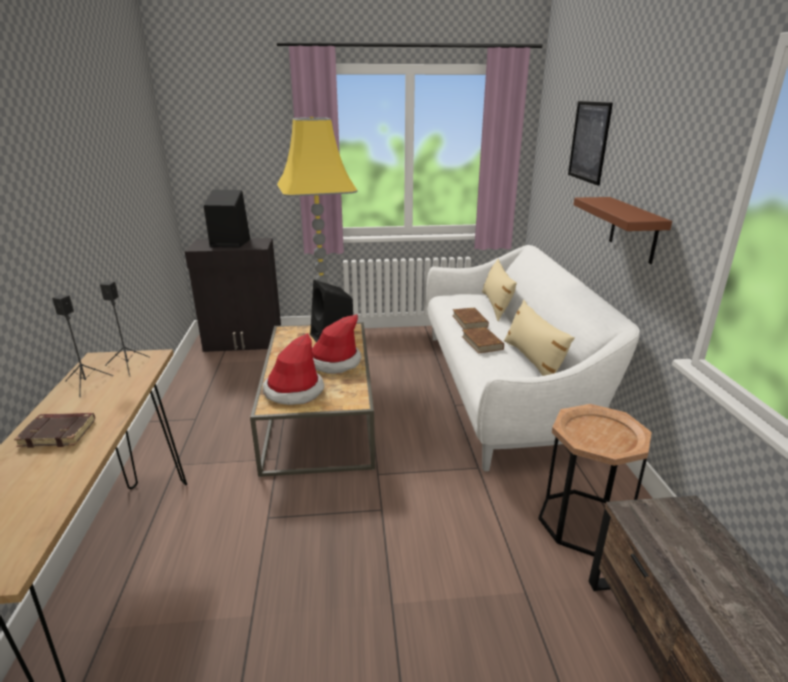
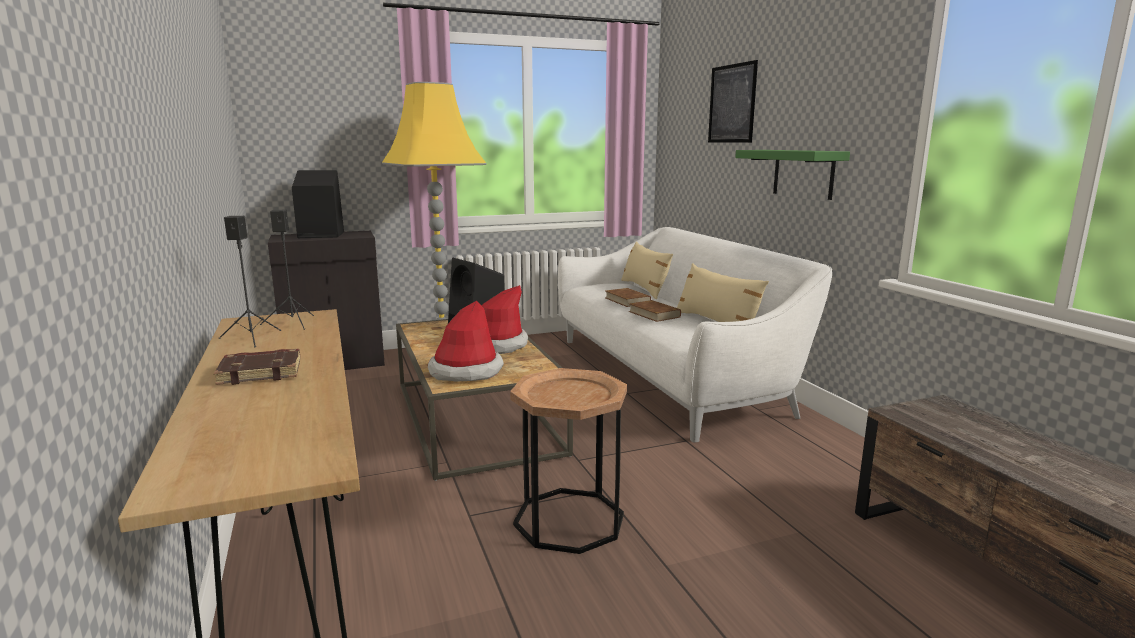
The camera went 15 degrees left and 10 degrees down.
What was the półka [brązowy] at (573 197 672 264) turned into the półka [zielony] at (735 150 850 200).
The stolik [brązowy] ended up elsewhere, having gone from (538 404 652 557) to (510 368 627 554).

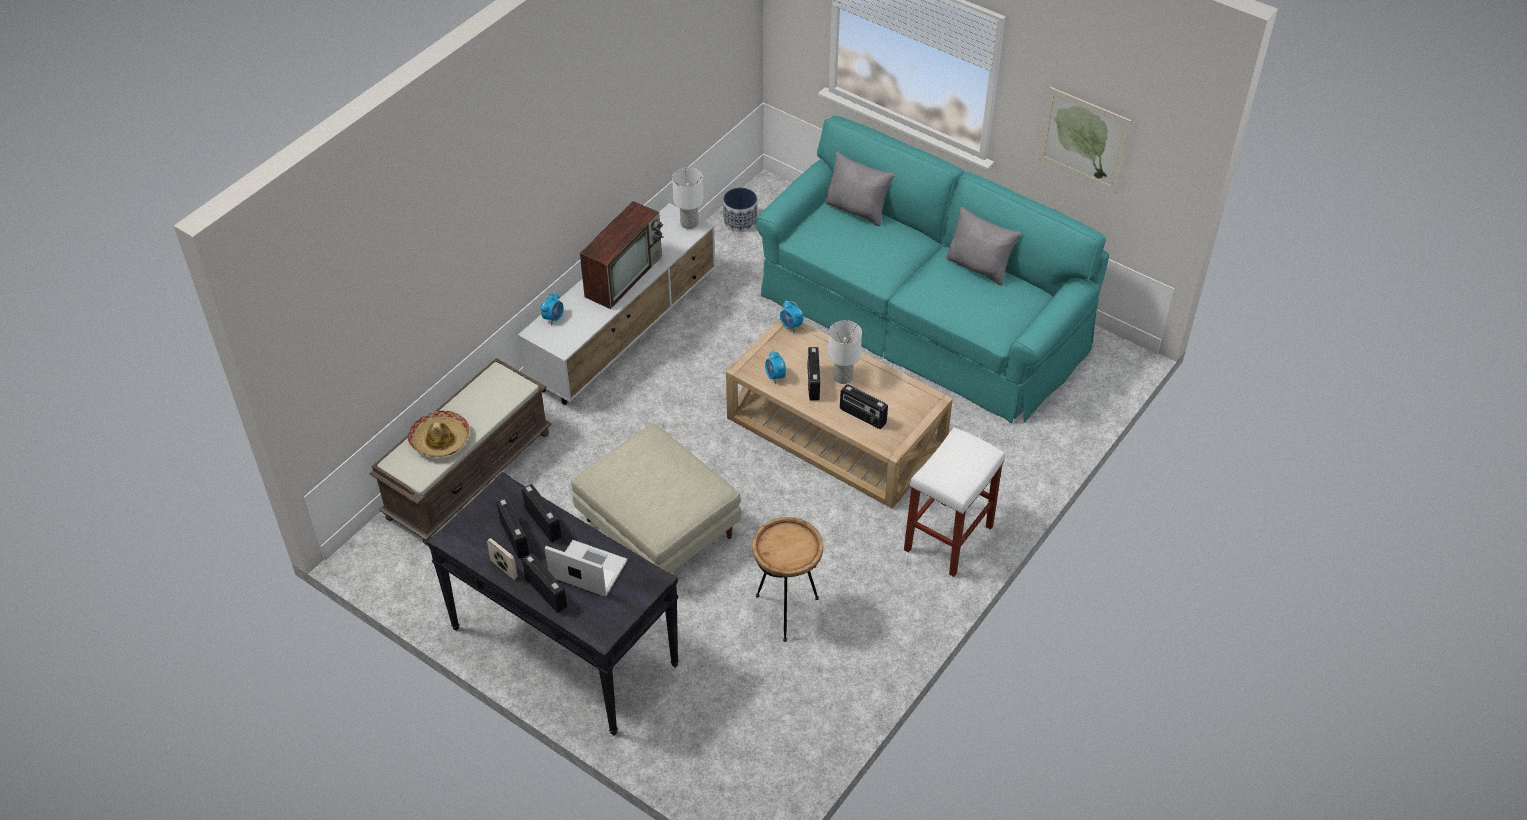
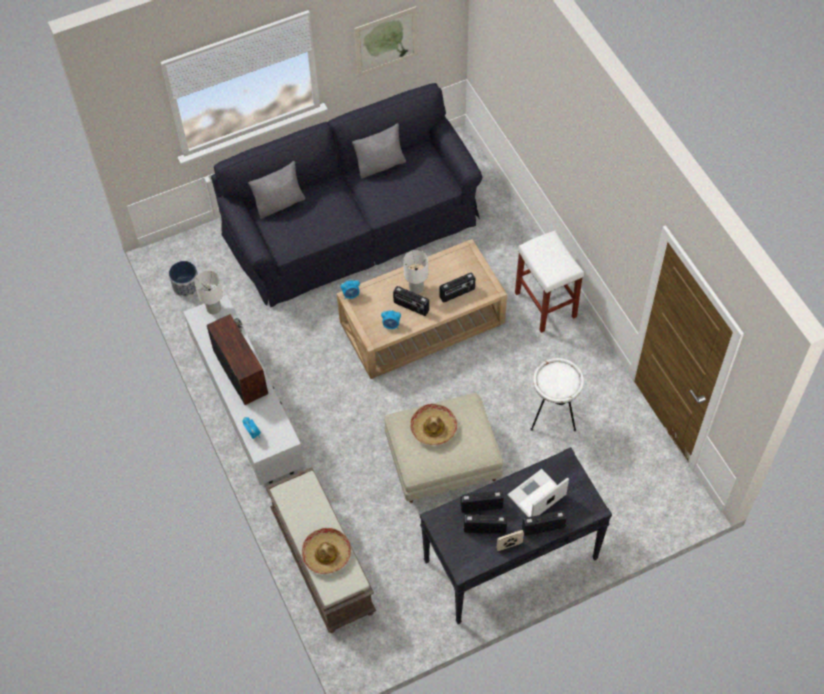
The camera went 60 degrees left and 10 degrees up.
What was the kanapa [turkusowy] at (756 115 1109 423) turned into the kanapa [czarny] at (211 83 482 307).
What was the stolik [brązowy] at (752 517 823 642) turned into the stolik [biały] at (531 358 584 431).
The second view gained the kapelusz at (410 404 457 445).

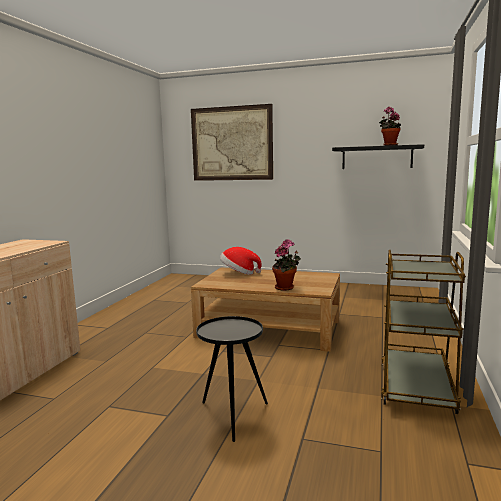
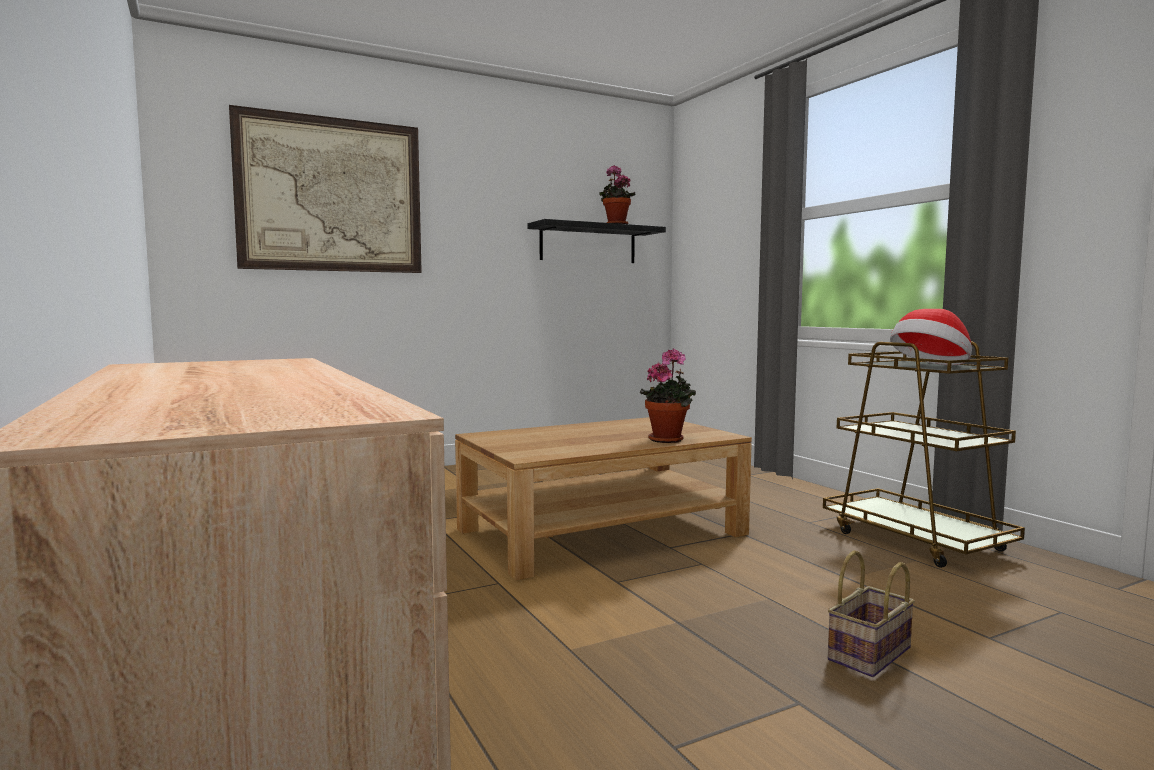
The camera went 45 degrees left and 5 degrees down.
The kapelusz ended up elsewhere, having gone from (220 247 262 275) to (890 309 972 365).
Where the stolik [czarny] stood at (196 316 268 442), the koszyk came to stand at (828 550 915 677).

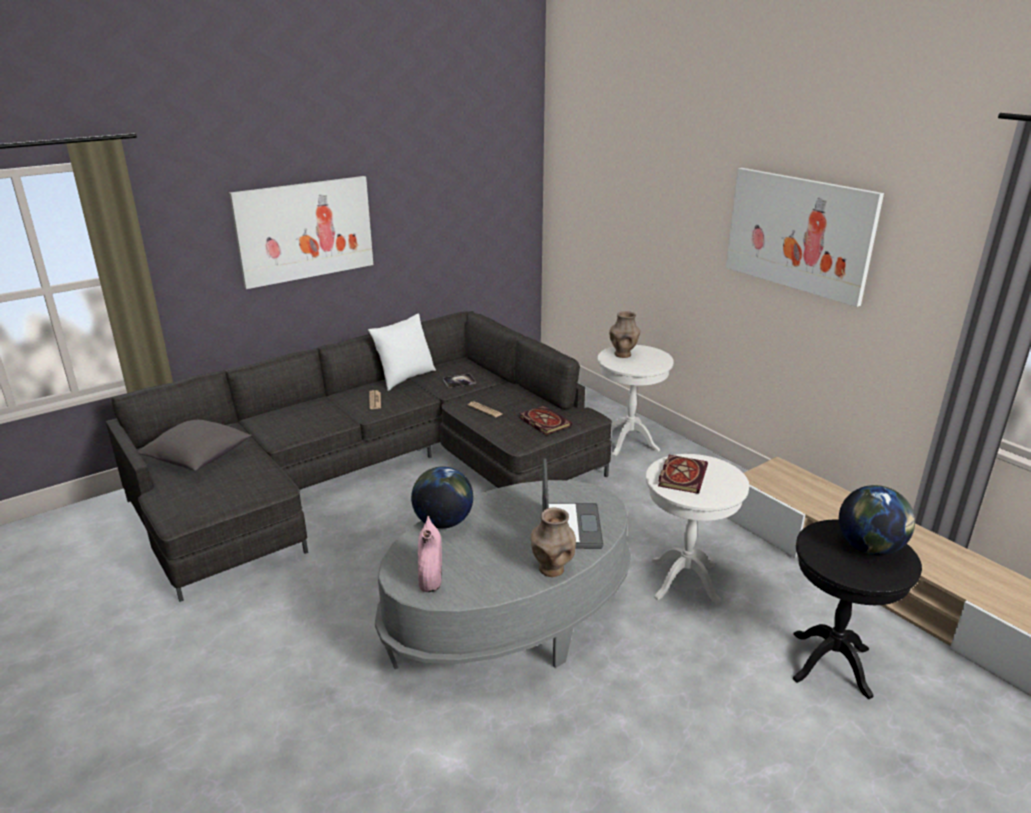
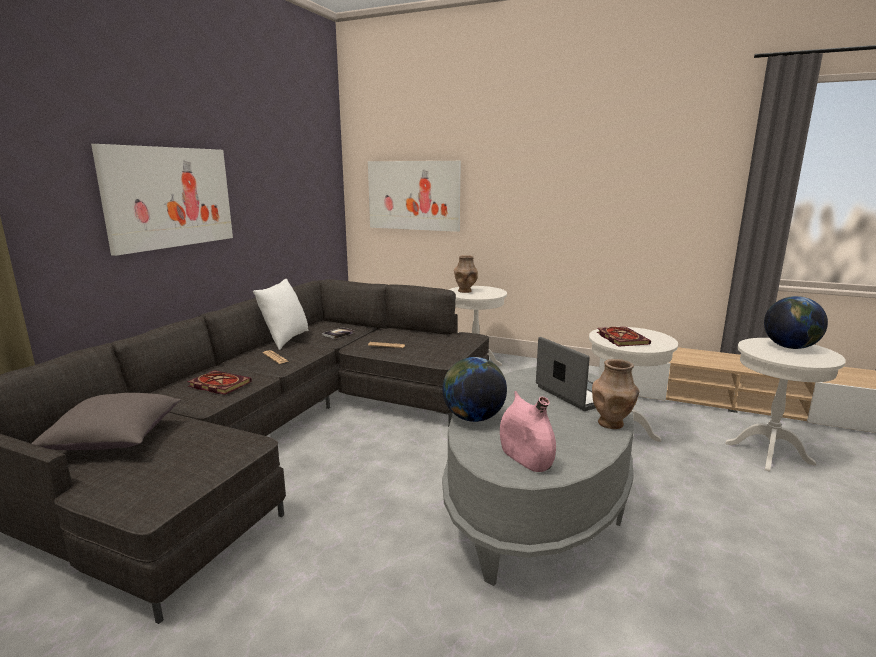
The camera went 30 degrees left and 10 degrees down.
The obraz ended up elsewhere, having gone from (726 168 884 307) to (368 161 461 232).
The książka ended up elsewhere, having gone from (519 406 572 435) to (187 370 252 395).
What was the stolik [czarny] at (793 519 922 699) turned into the stolik [biały] at (725 338 846 472).

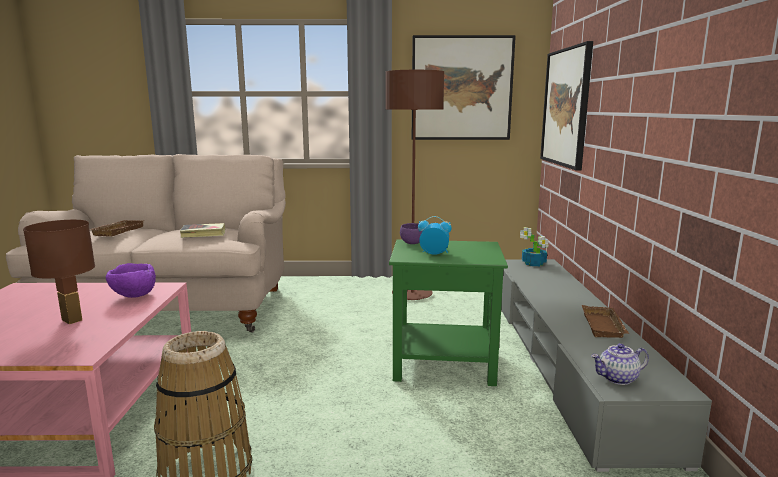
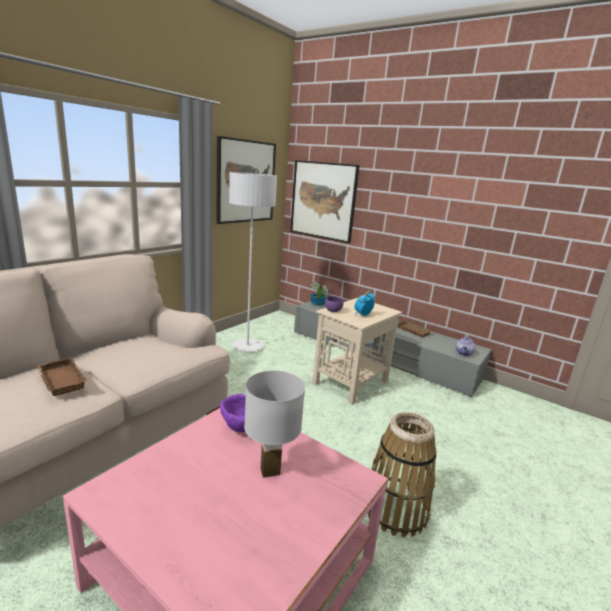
The camera went 55 degrees left and 5 degrees up.
What was the lampa stojąca [brązowy] at (385 70 444 300) turned into the lampa stojąca [szary] at (229 172 277 352).
What was the lampa stołowa [brązowy] at (23 220 95 324) turned into the lampa stołowa [biały] at (244 370 305 478).
The second view lost the książka at (180 223 225 238).
What was the stolik [zielony] at (389 239 508 386) turned into the stolik [beżowy] at (312 298 402 404).

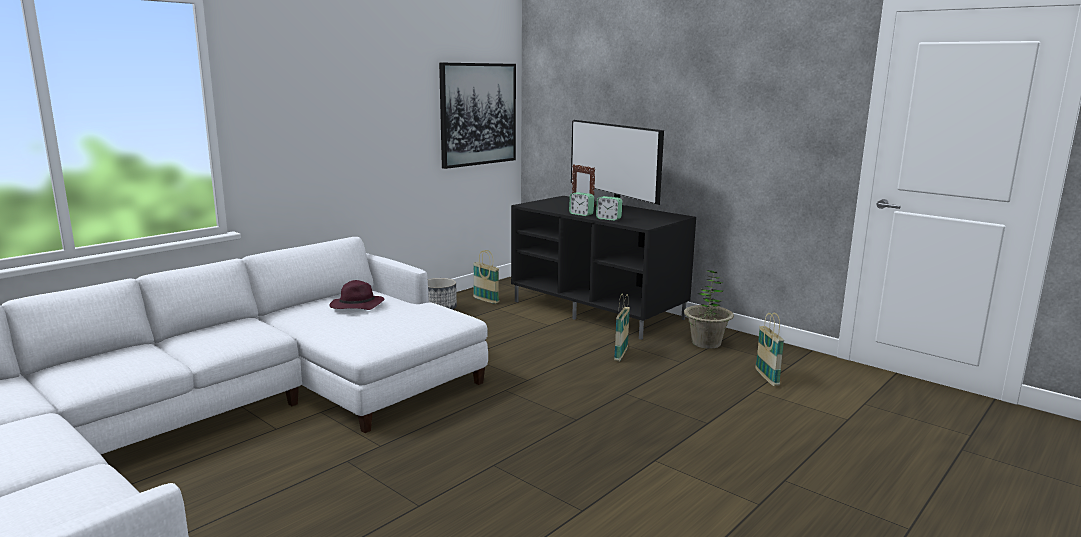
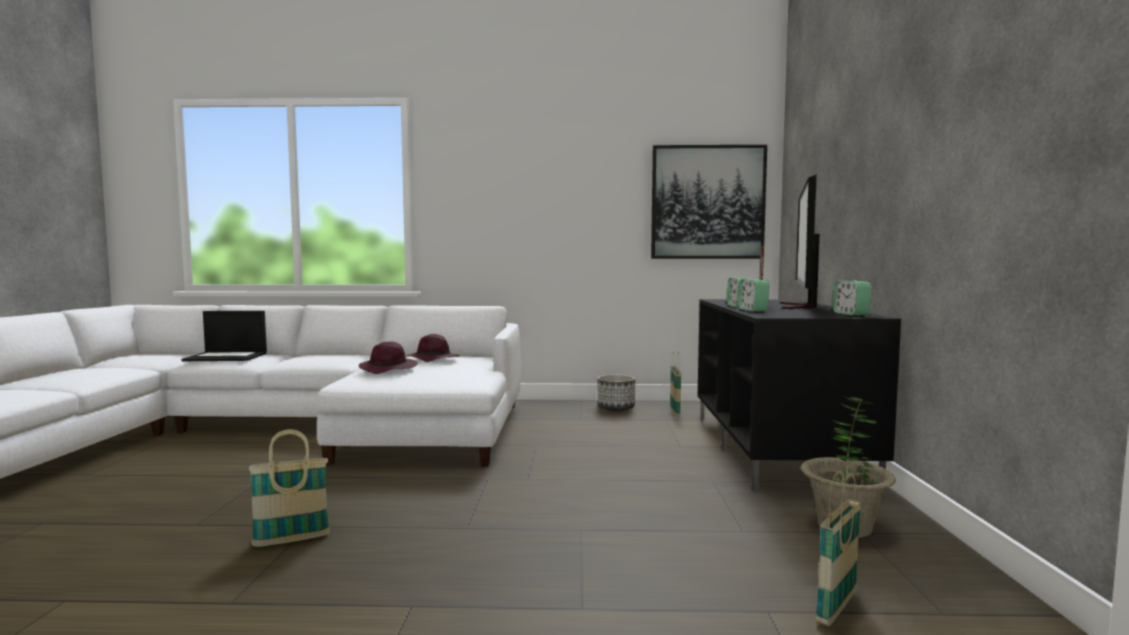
The camera went 50 degrees right and 10 degrees down.
The koszyk ended up elsewhere, having gone from (614 294 630 362) to (249 429 330 547).
The second view gained the budzik at (832 281 872 316).
The second view gained the laptop at (181 311 267 361).
The second view gained the kapelusz [fioletowy] at (359 341 418 374).

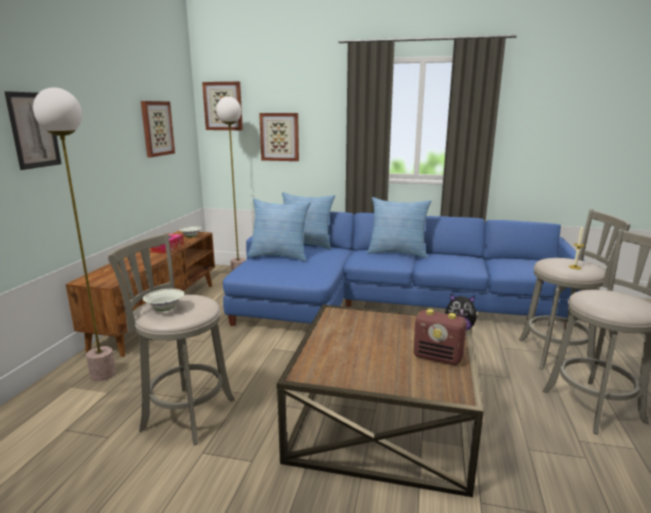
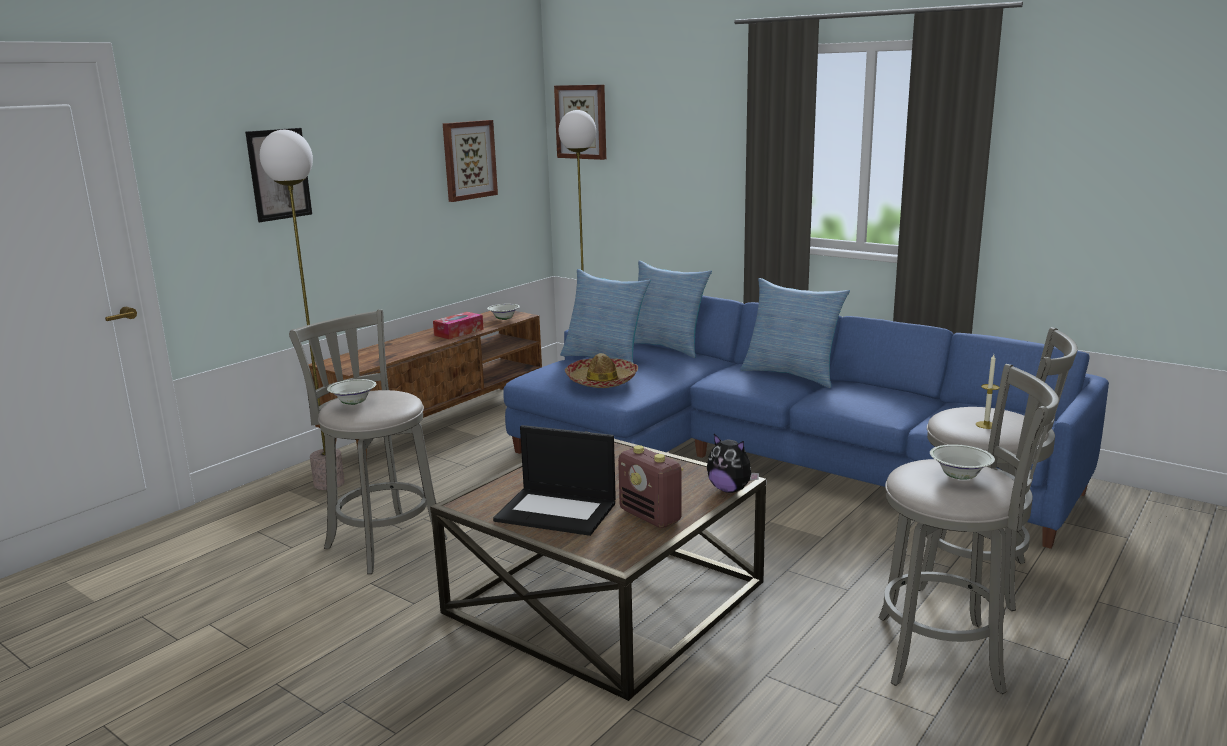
The camera went 25 degrees right and 0 degrees up.
The second view lost the obraz at (259 113 299 161).
The second view gained the kapelusz at (565 353 638 388).
The second view gained the laptop at (493 425 616 536).
The second view gained the miska [biały] at (930 444 995 480).

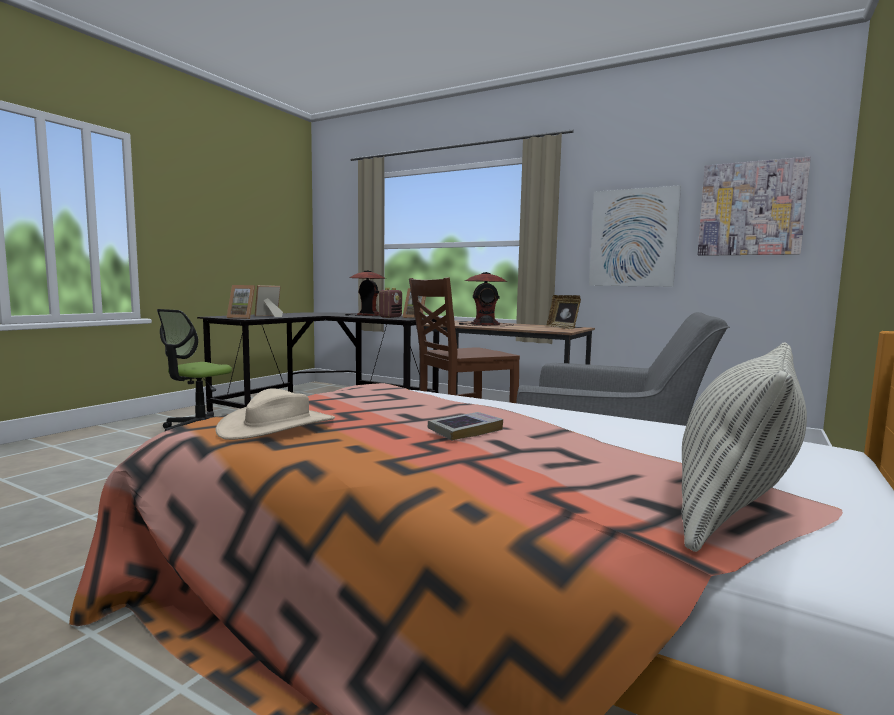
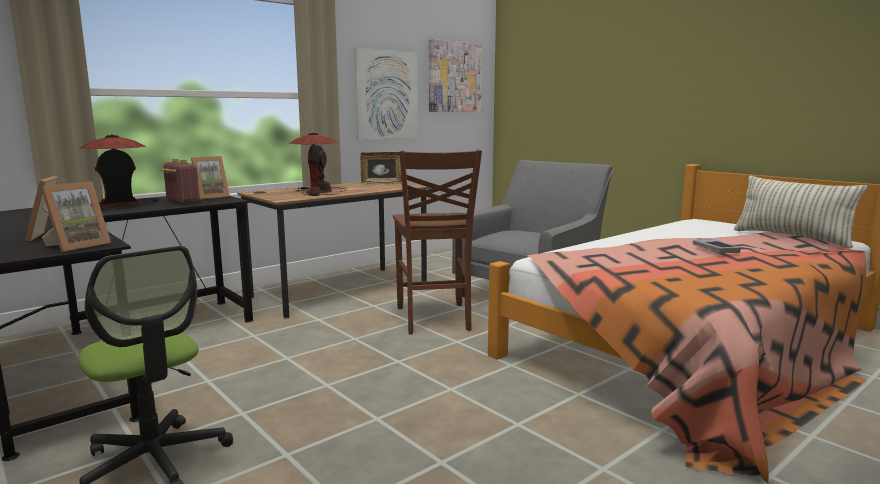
The camera went 70 degrees left and 5 degrees up.
The second view lost the kapelusz [beżowy] at (215 389 335 440).

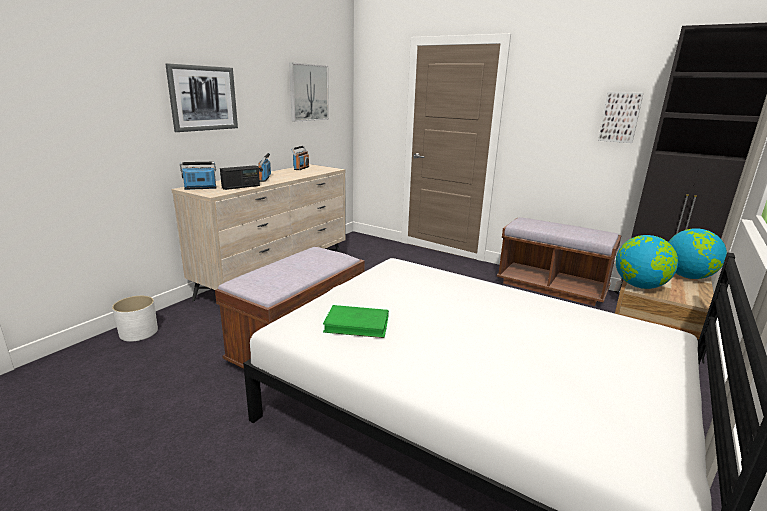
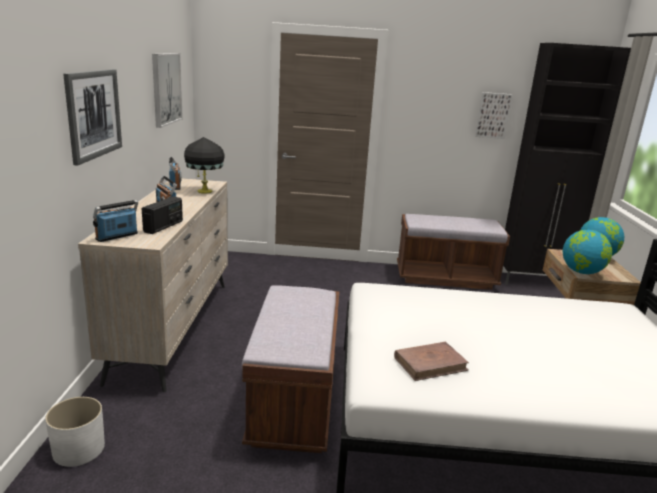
The camera went 30 degrees left and 0 degrees up.
What was the książka [zielony] at (323 305 389 338) turned into the książka [brązowy] at (394 342 469 381).
The second view gained the lampa stołowa [czarny] at (184 137 225 194).

